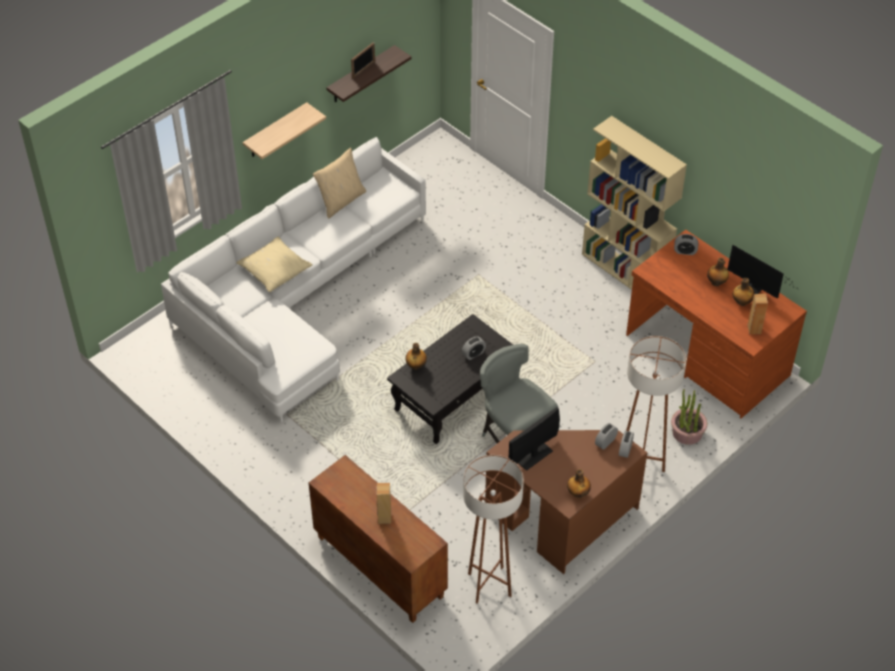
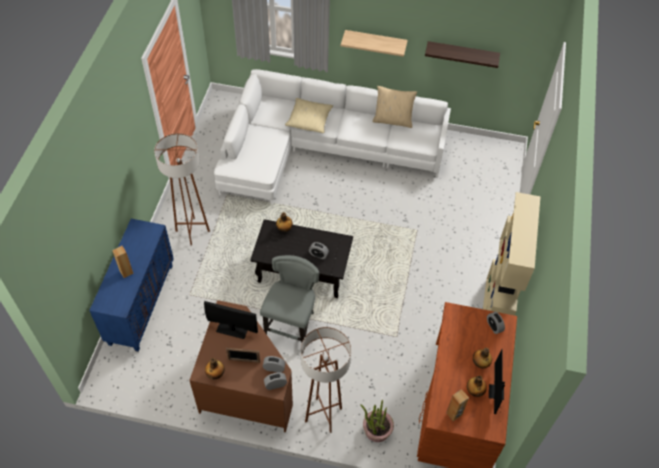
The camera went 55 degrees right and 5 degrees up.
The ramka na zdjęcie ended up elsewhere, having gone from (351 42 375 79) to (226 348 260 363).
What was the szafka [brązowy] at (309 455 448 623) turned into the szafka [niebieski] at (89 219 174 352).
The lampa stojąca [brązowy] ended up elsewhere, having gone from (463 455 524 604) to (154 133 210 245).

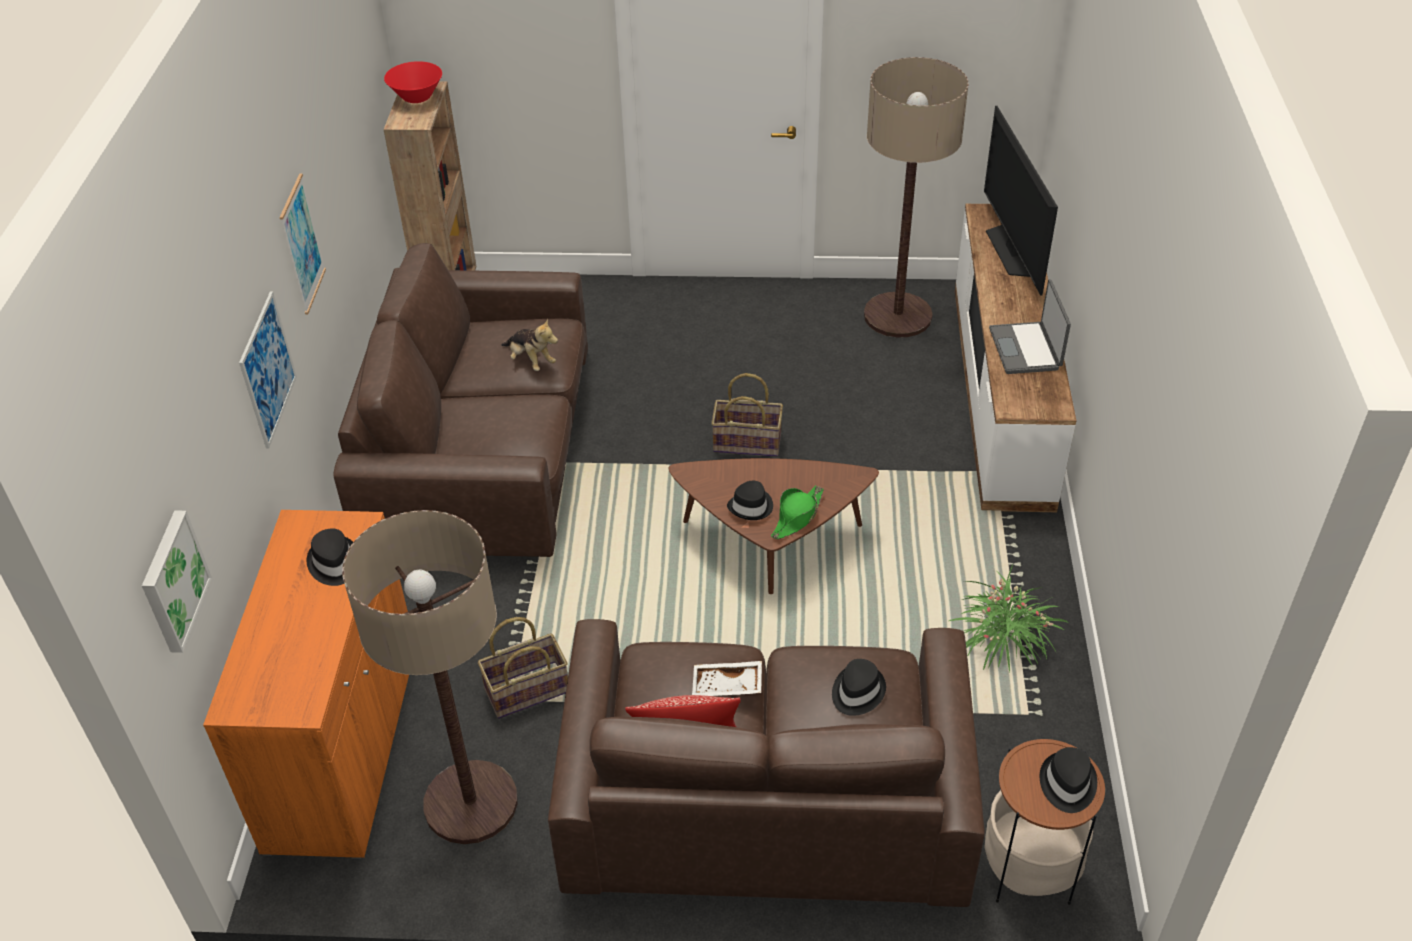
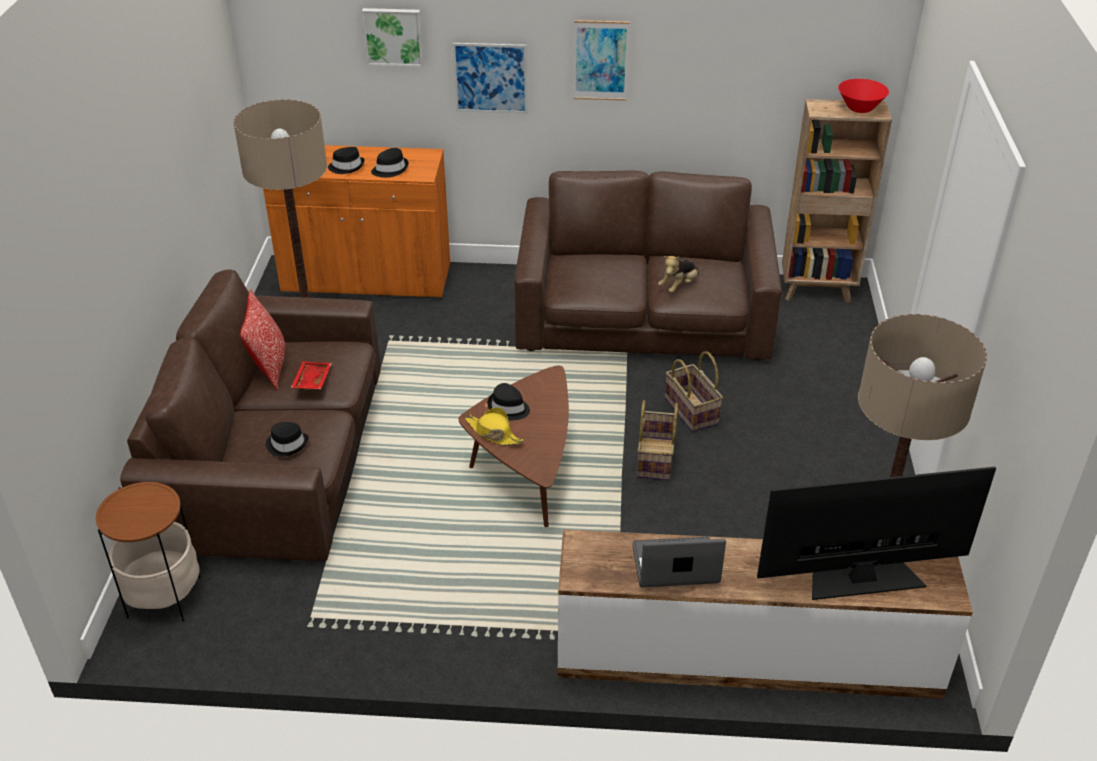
The camera went 90 degrees right and 5 degrees down.
What was the kapelusz [zielony] at (771 486 824 539) turned into the kapelusz [żółty] at (465 407 524 445).
The obraz ended up elsewhere, having gone from (142 510 212 653) to (362 8 424 67).
The second view lost the roślina doniczkowa at (949 565 1069 673).
The koszyk ended up elsewhere, having gone from (478 617 568 719) to (665 351 723 432).
What was the taca [biały] at (692 661 762 696) turned into the taca [czerwony] at (291 361 332 390).
The kapelusz [czarny] ended up elsewhere, having gone from (1040 747 1097 813) to (328 147 365 174).

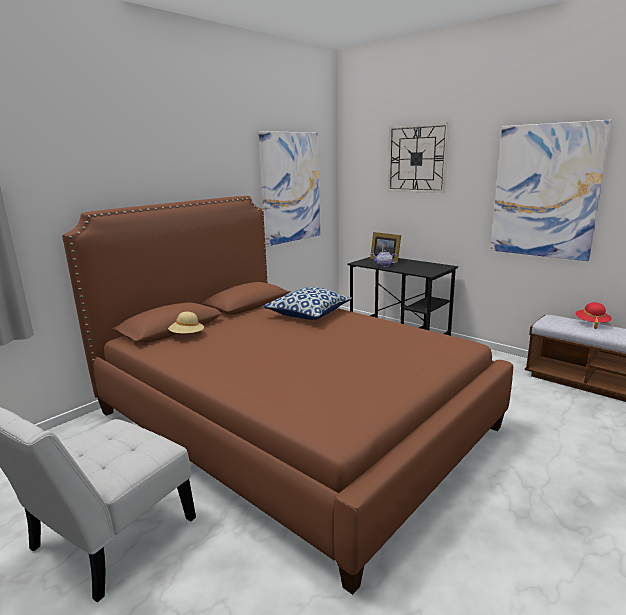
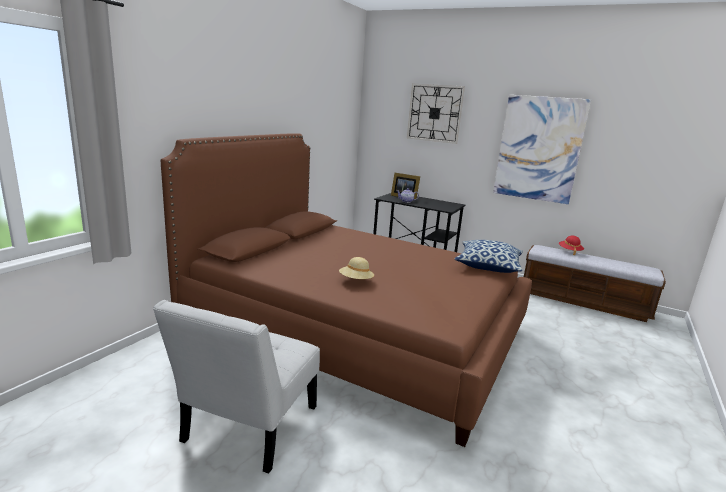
The camera went 15 degrees left and 0 degrees up.
The second view lost the obraz at (258 131 320 246).
The poduszka ended up elsewhere, having gone from (262 287 352 320) to (454 240 523 273).
The kapelusz [beżowy] ended up elsewhere, having gone from (168 312 205 333) to (339 257 374 279).

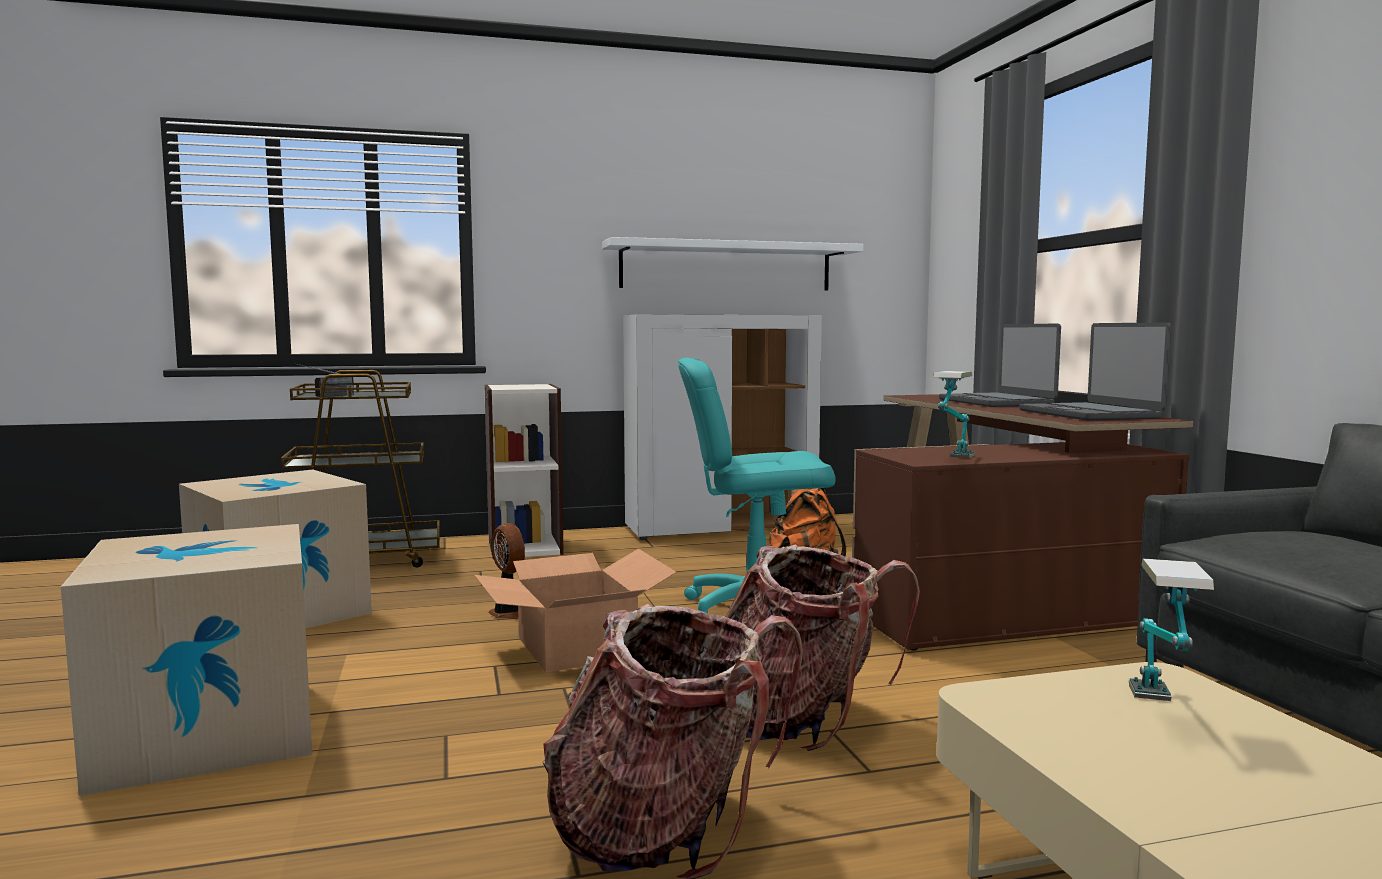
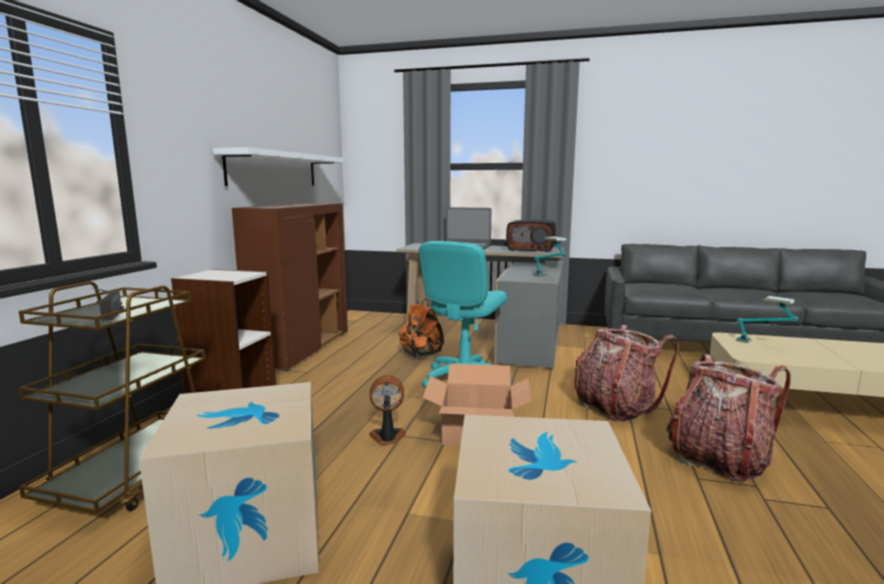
The camera went 60 degrees left and 5 degrees up.
What was the szafka [biały] at (623 314 822 540) turned into the szafka [brązowy] at (232 203 348 372).
Where the laptop stood at (1019 322 1171 421), the radio came to stand at (506 219 556 252).
What was the biurko [brązowy] at (852 394 1193 651) turned into the biurko [szary] at (397 243 564 368).

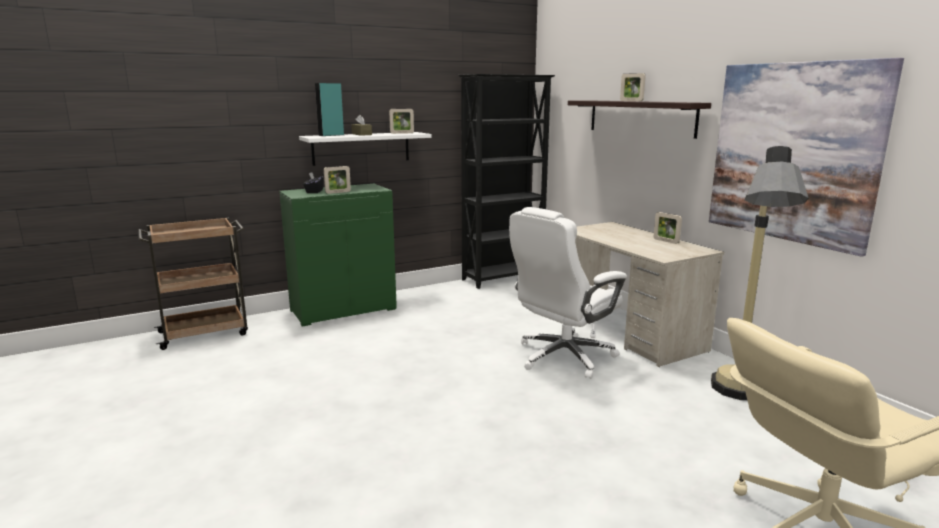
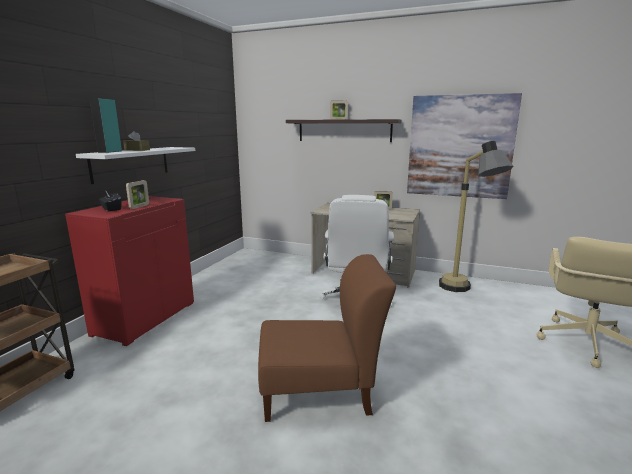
The camera went 40 degrees left and 0 degrees up.
The second view lost the regał [czarny] at (458 74 555 289).
The second view lost the ramka na zdjęcie at (389 109 414 134).
What was the szafka [zielony] at (279 184 397 326) turned into the szafka [czerwony] at (65 196 194 346).
The second view gained the krzesło [brązowy] at (258 254 396 422).

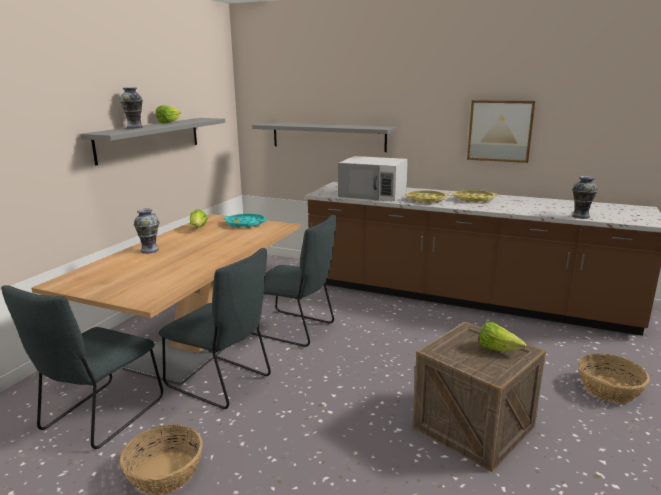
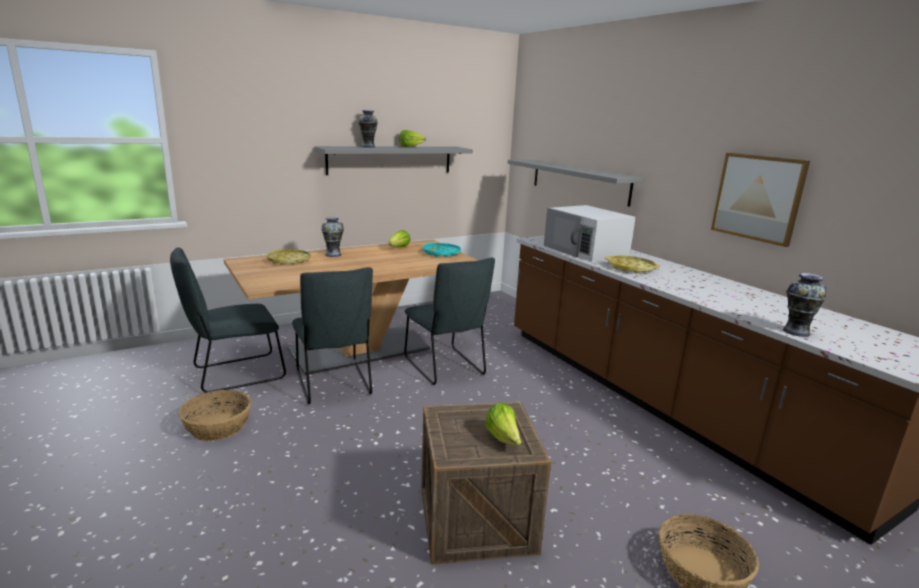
The camera went 35 degrees right and 0 degrees up.
The taca [żółty] ended up elsewhere, having gone from (452 190 497 203) to (267 249 311 265).

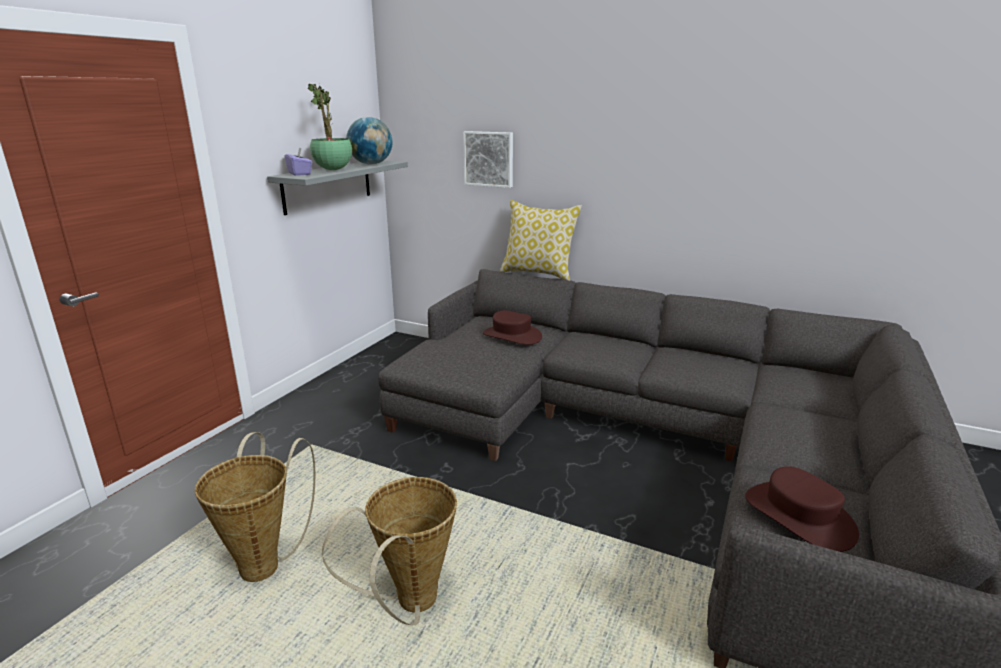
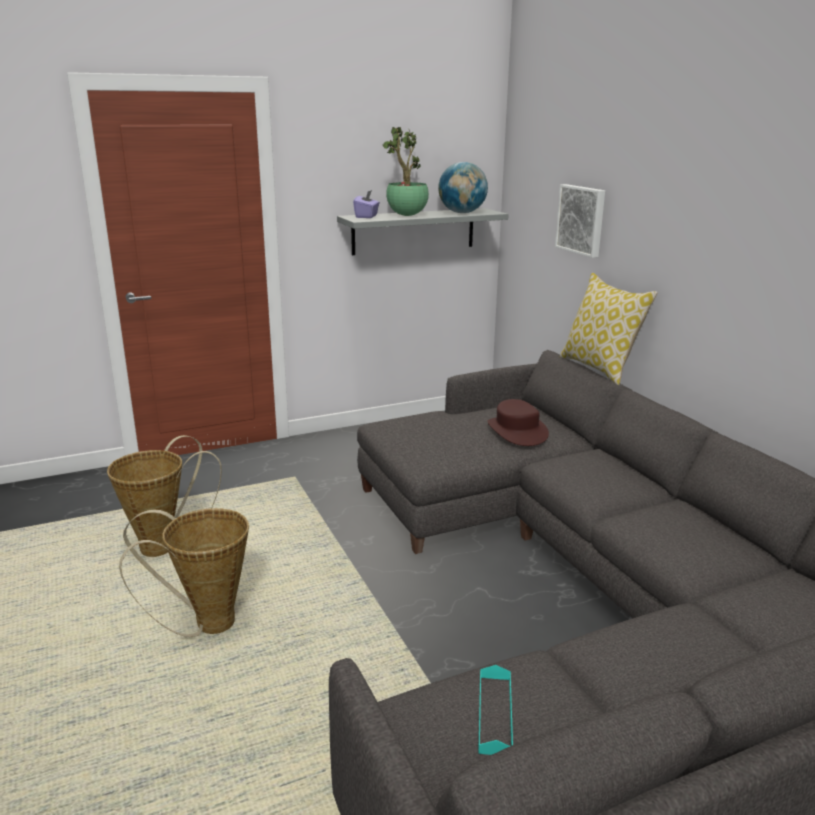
The camera went 40 degrees right and 0 degrees up.
Where the kapelusz [brązowy] stood at (745 466 859 552), the taca [turkusowy] came to stand at (478 665 513 755).

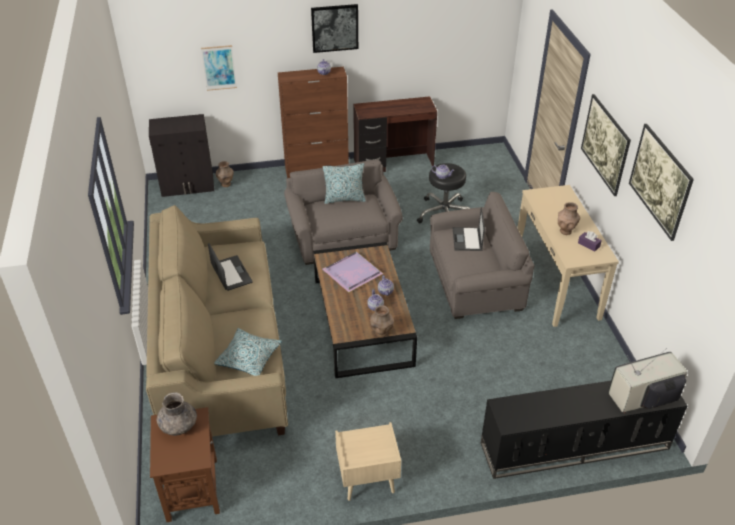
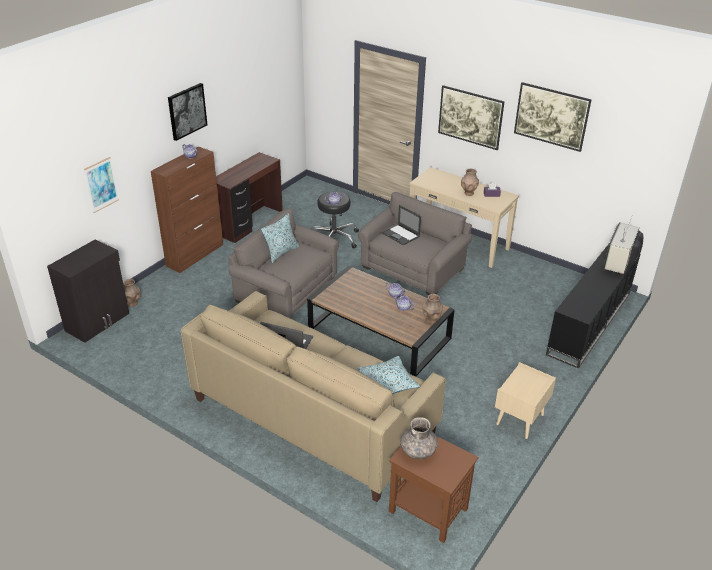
The camera went 45 degrees left and 5 degrees down.
The second view lost the taca [fioletowy] at (322 252 383 292).

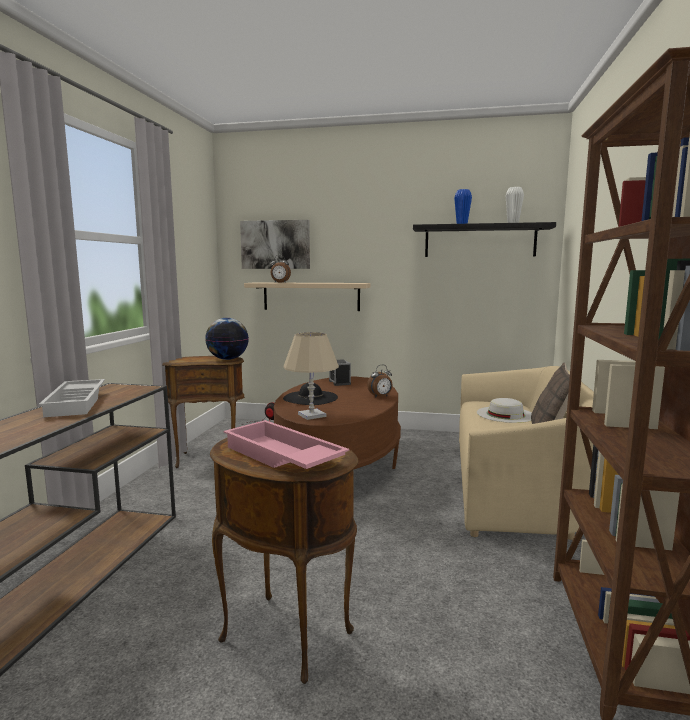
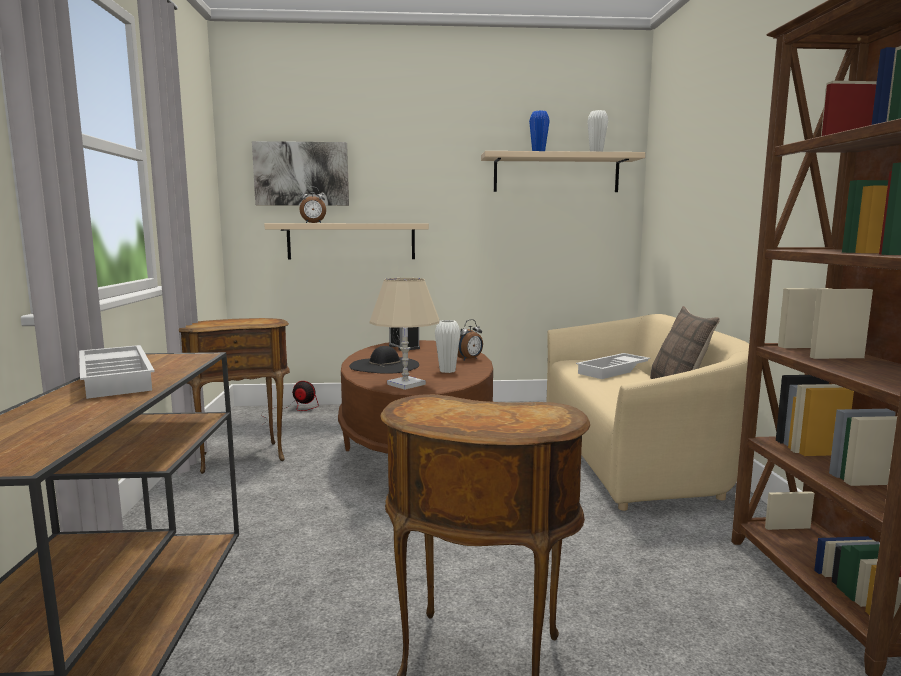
The camera went 15 degrees left and 0 degrees up.
What was the półka [czarny] at (413 222 556 257) turned into the półka [beżowy] at (481 151 645 192).
The second view lost the globus at (205 318 249 360).
Where the kapelusz [biały] stood at (477 398 532 423), the taca [biały] came to stand at (576 353 650 379).
The second view lost the taca [różowy] at (223 420 349 469).
The second view gained the wazon [biały] at (435 320 460 373).

